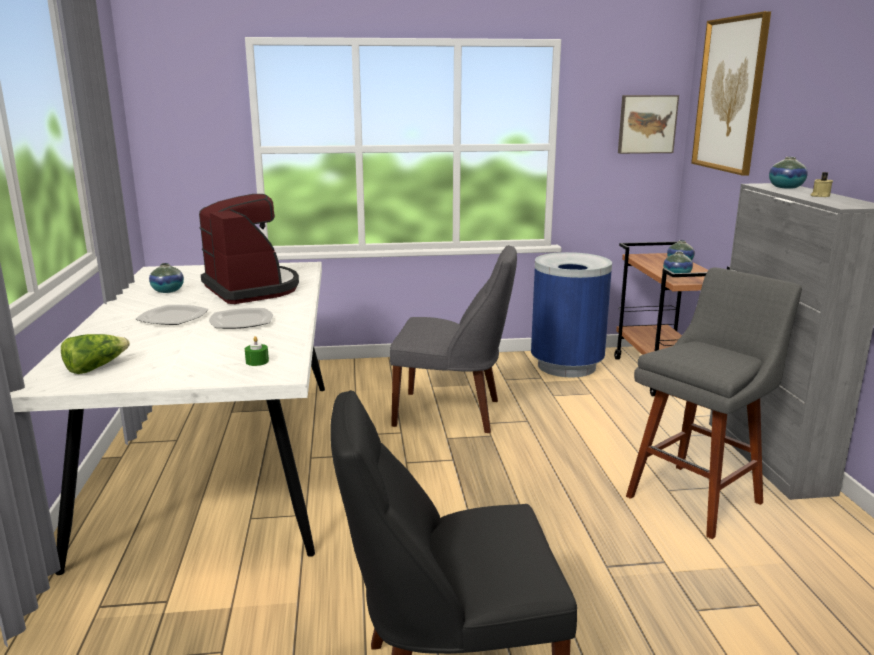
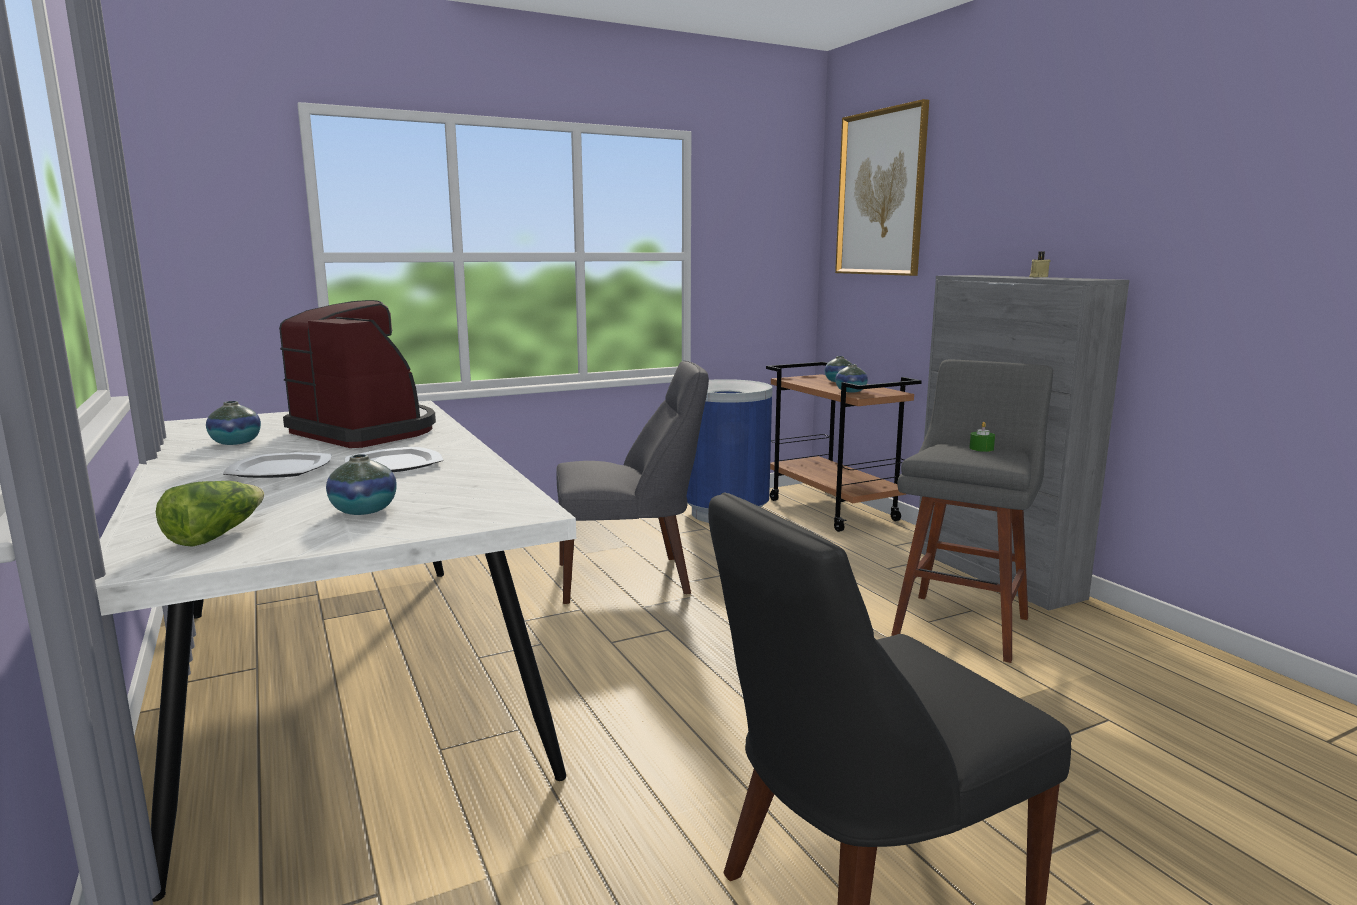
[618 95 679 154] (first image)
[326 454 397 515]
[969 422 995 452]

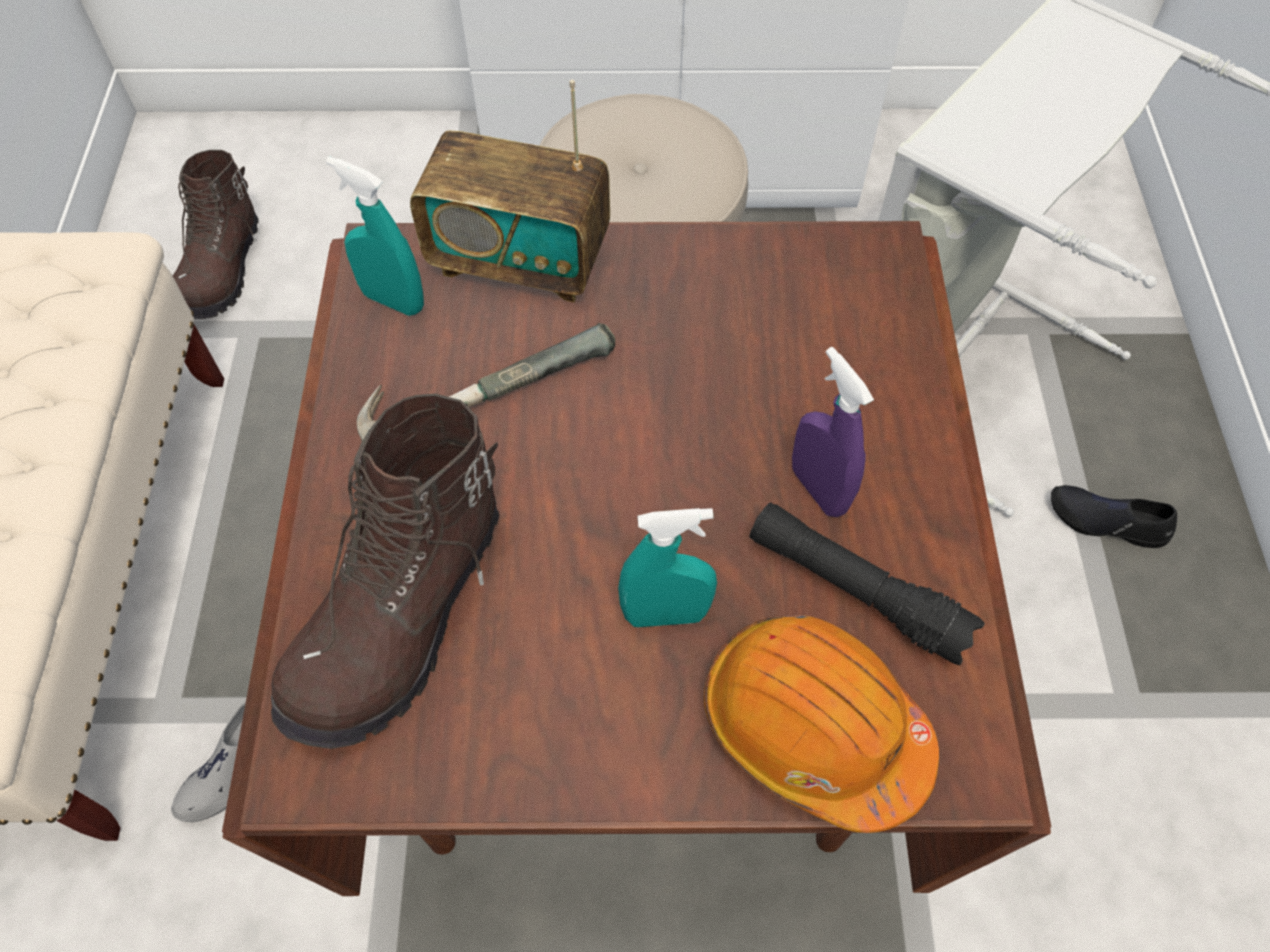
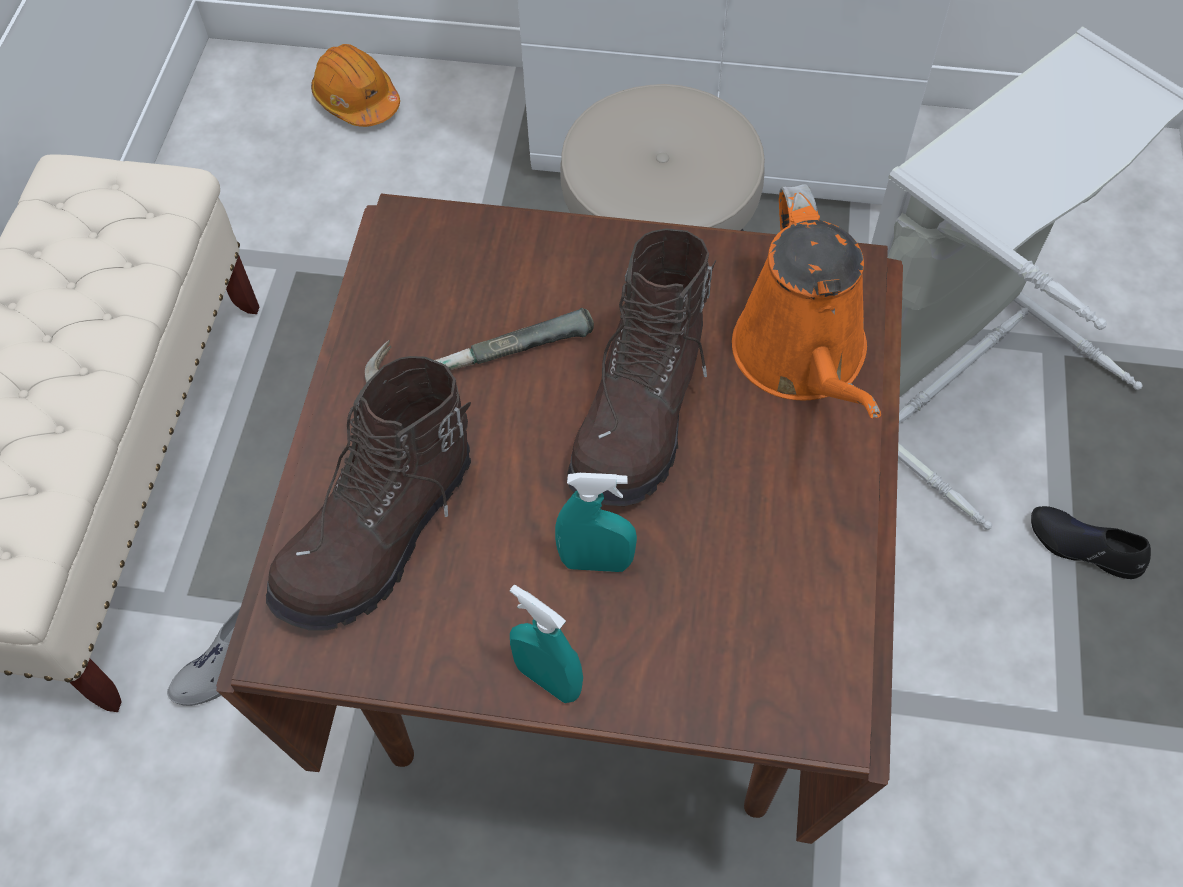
[410 80 610 302] (first image)
[567 228 716 506]
[510 585 583 703]
[792 347 874 517] (first image)
[750 502 985 665] (first image)
[311 44 400 127]
[732 184 881 418]

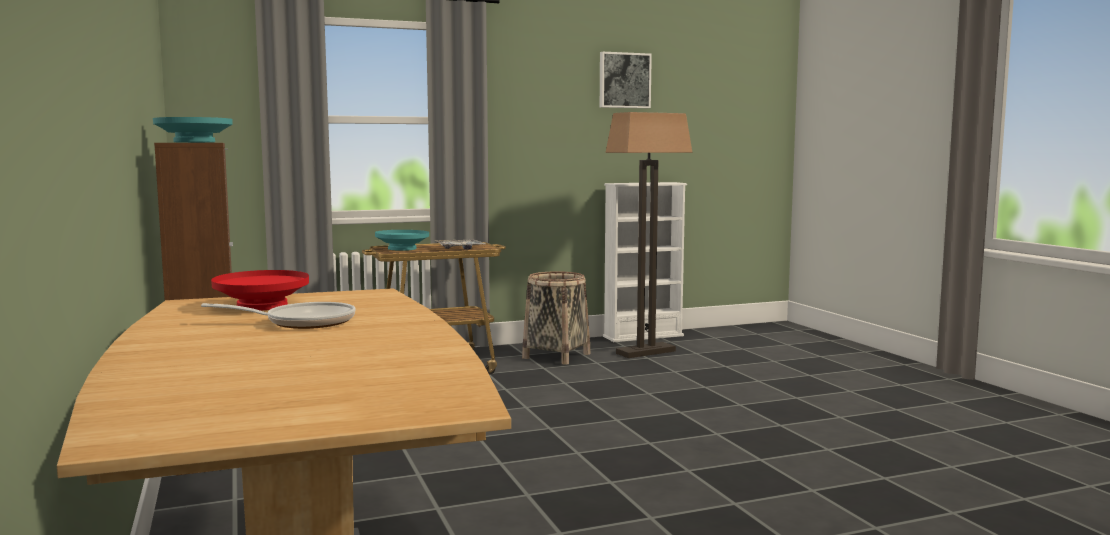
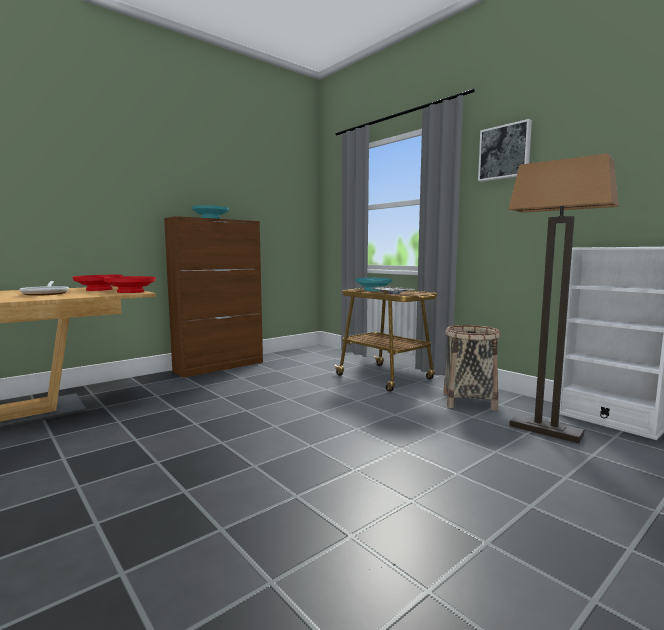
[478 119 532 182]
[104 276 156 293]

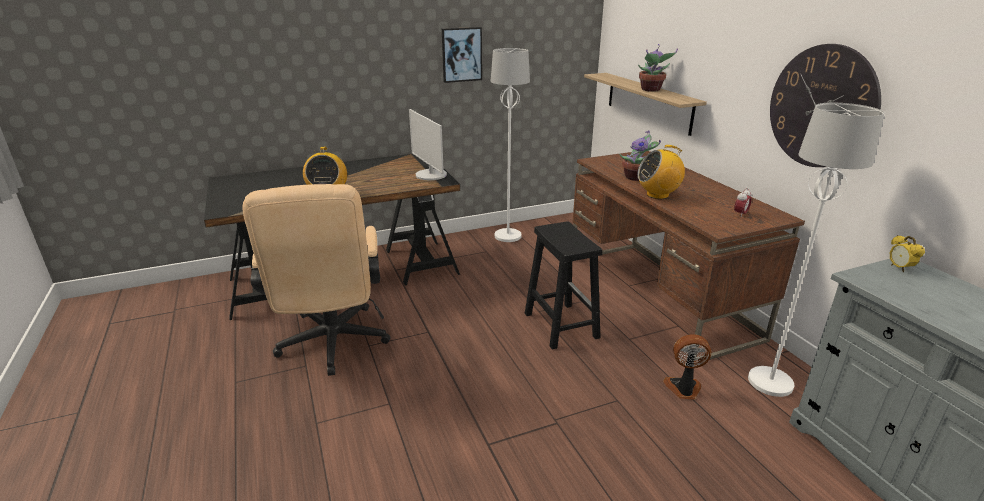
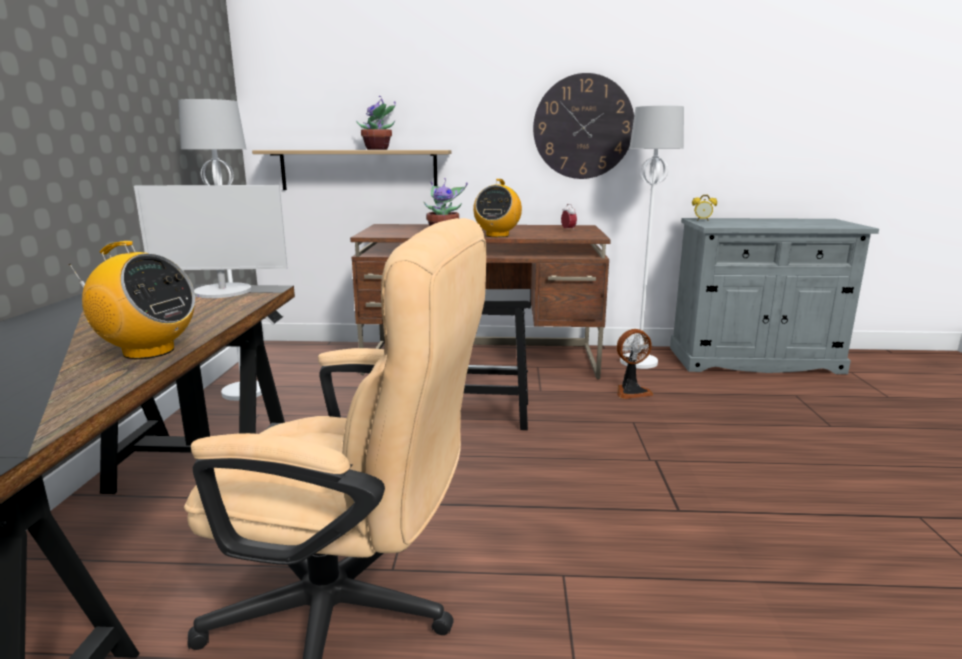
[442 27 482 83] (first image)
[617 329 653 399]

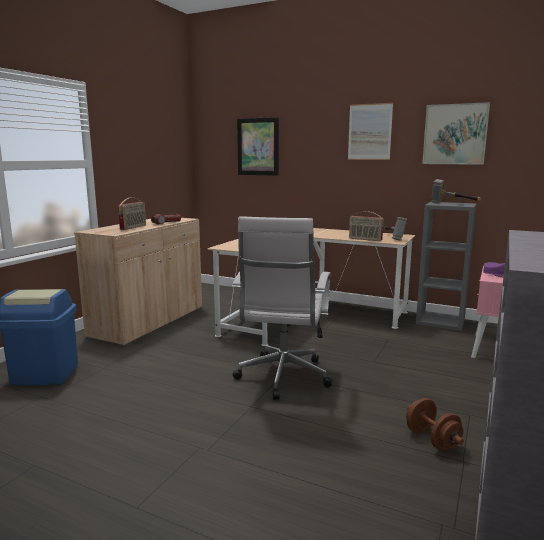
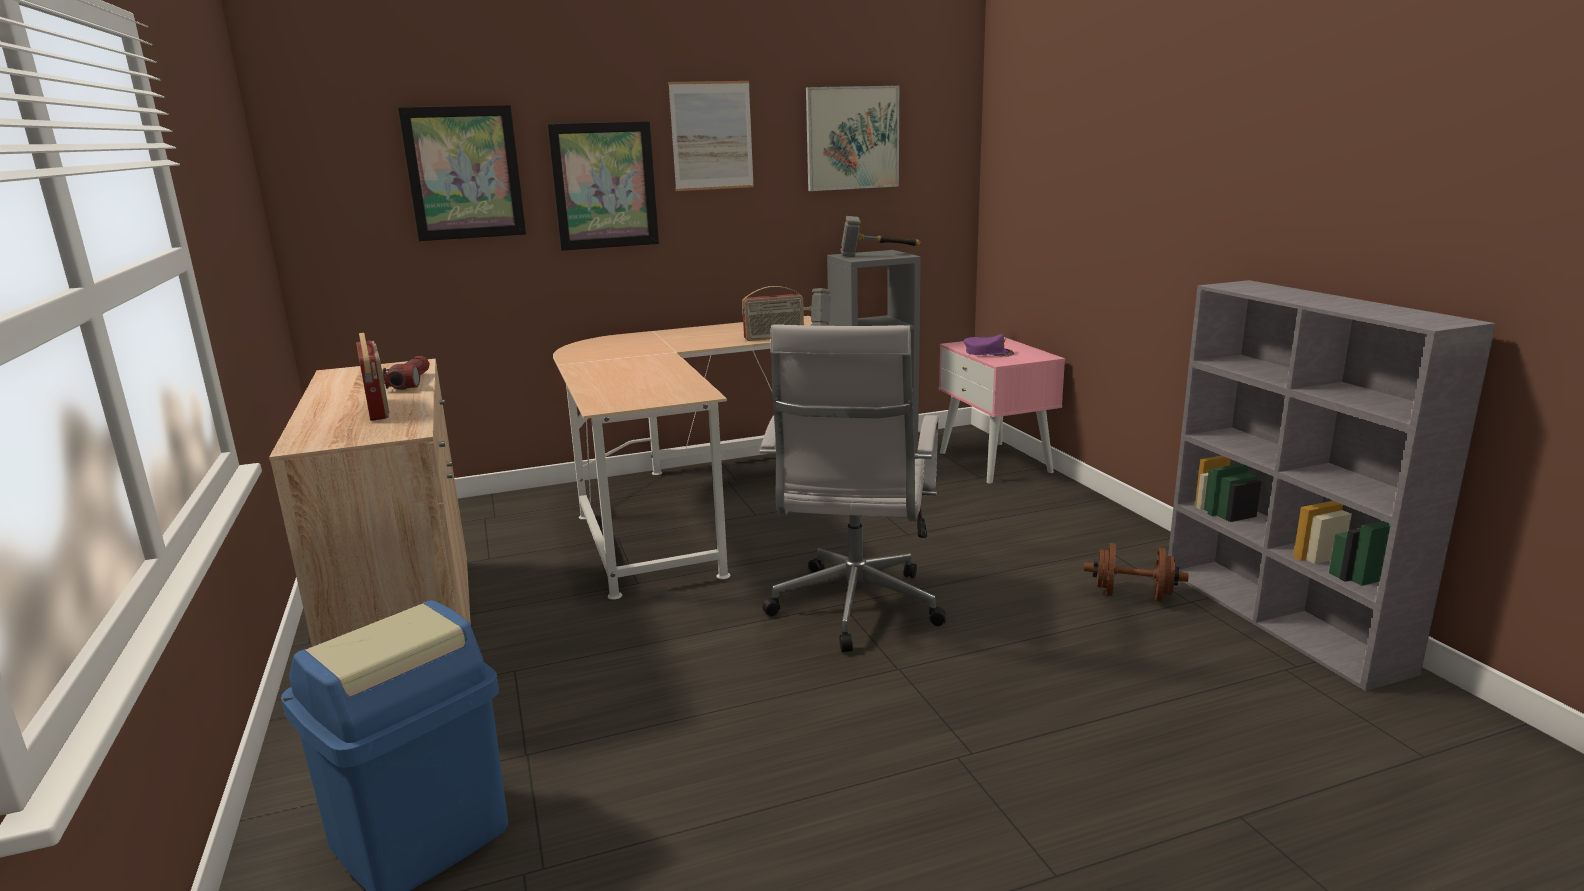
[760 325 946 652]
[547 121 659 251]

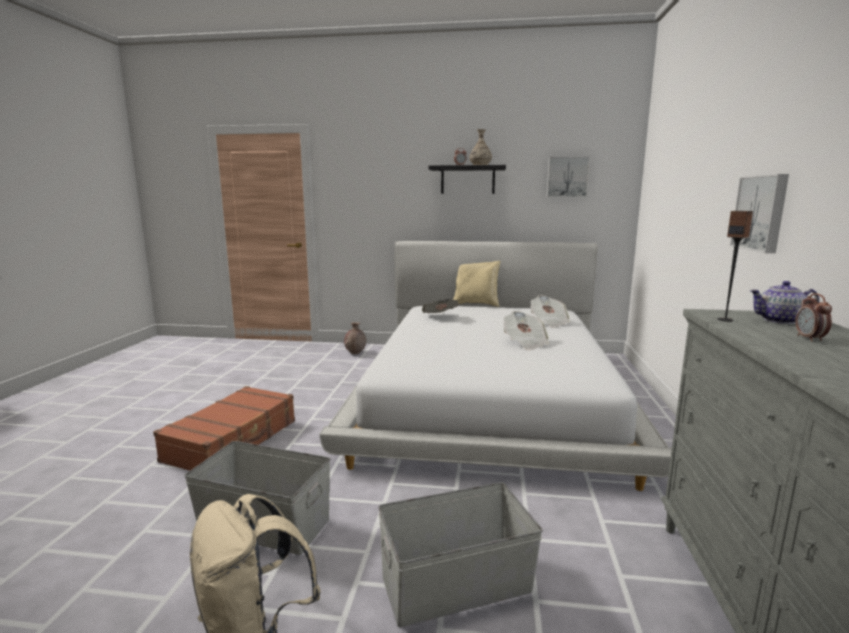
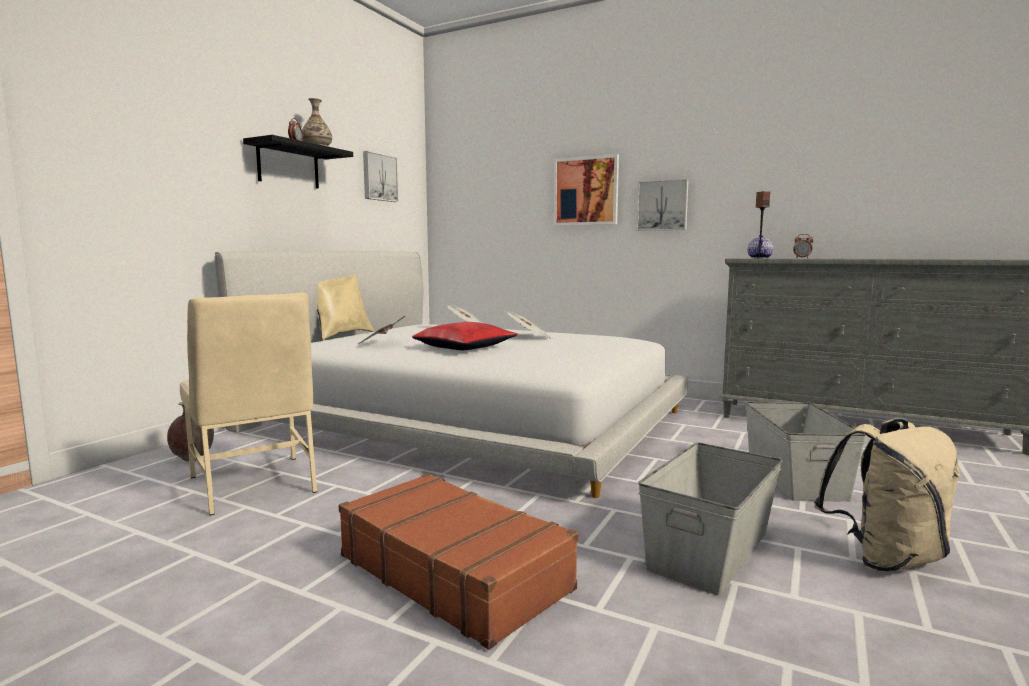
[553 154 619 226]
[180 293 317 515]
[412 322 518 350]

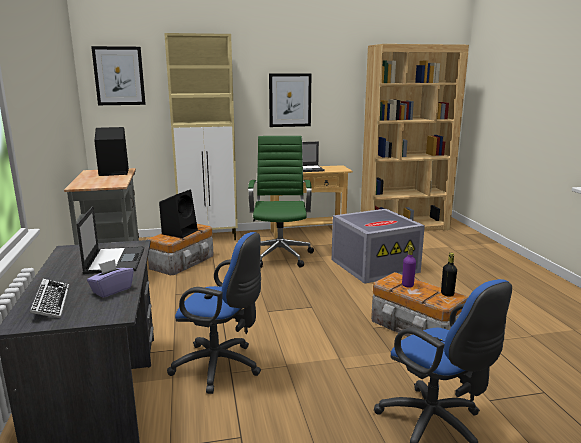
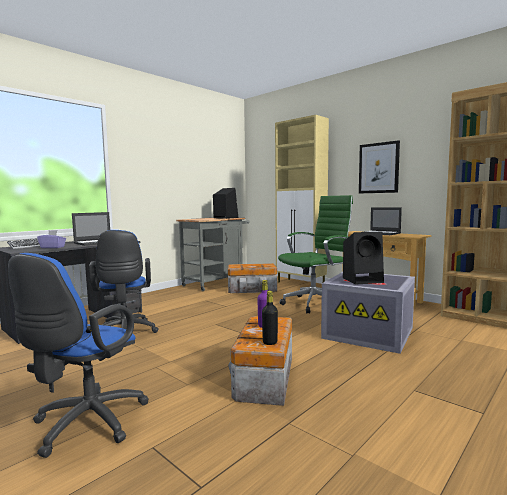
[91 46 146 105] (first image)
[343 232 384 284]

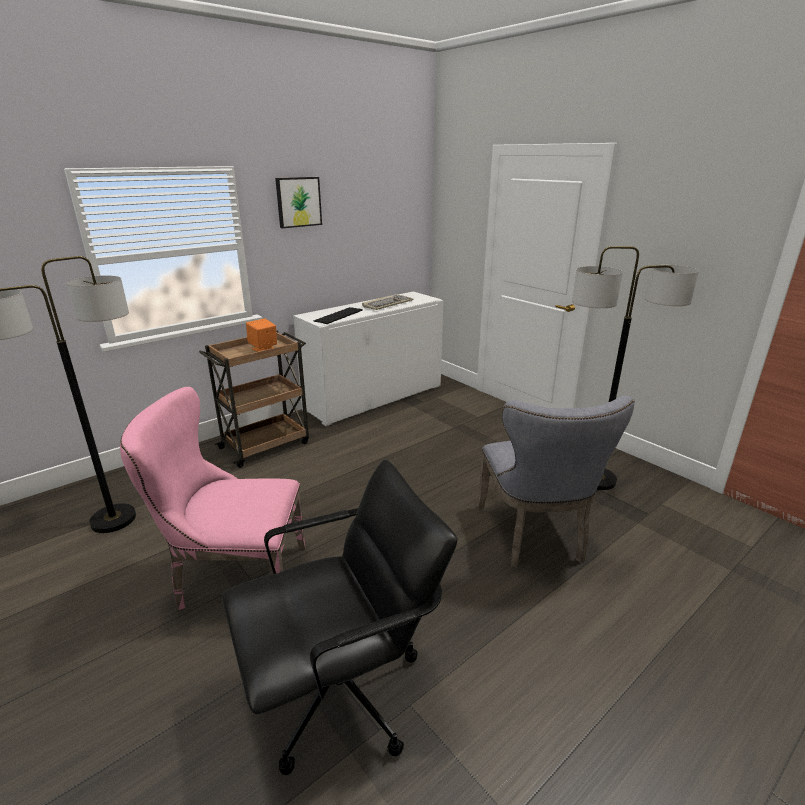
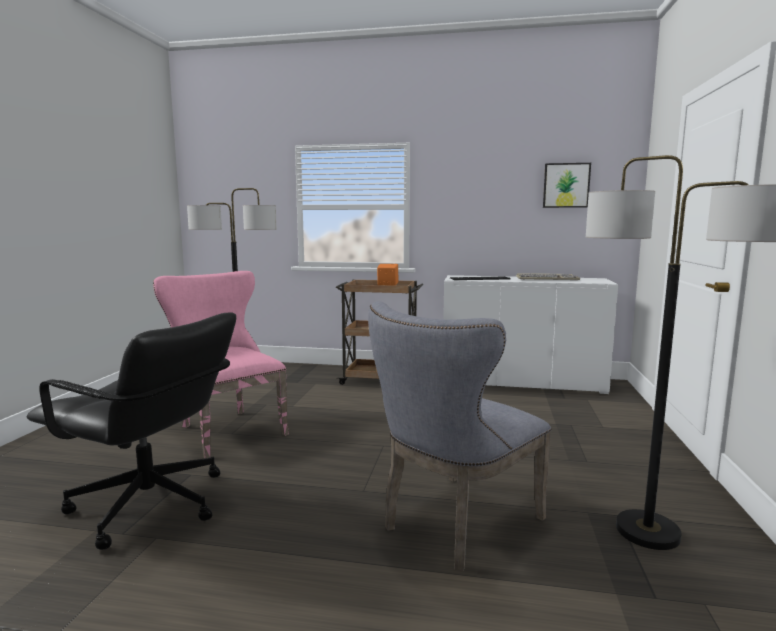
[543 163 591 208]

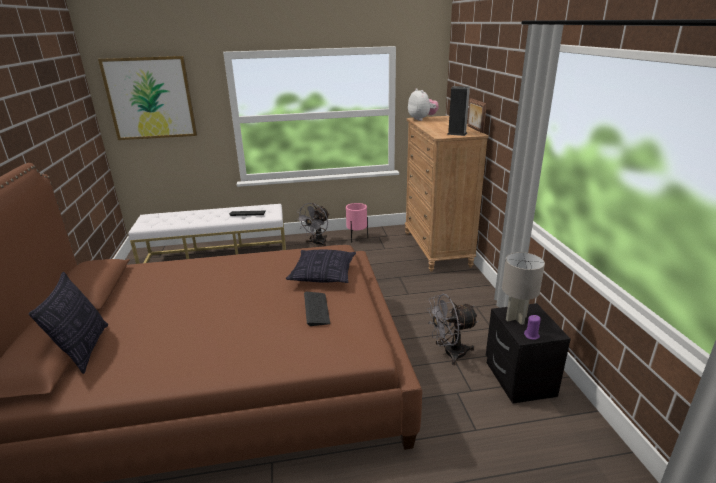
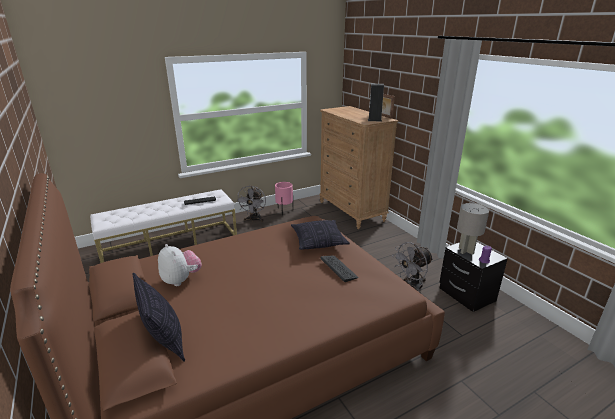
[98 56 197 140] (first image)
[158 244 202 286]

